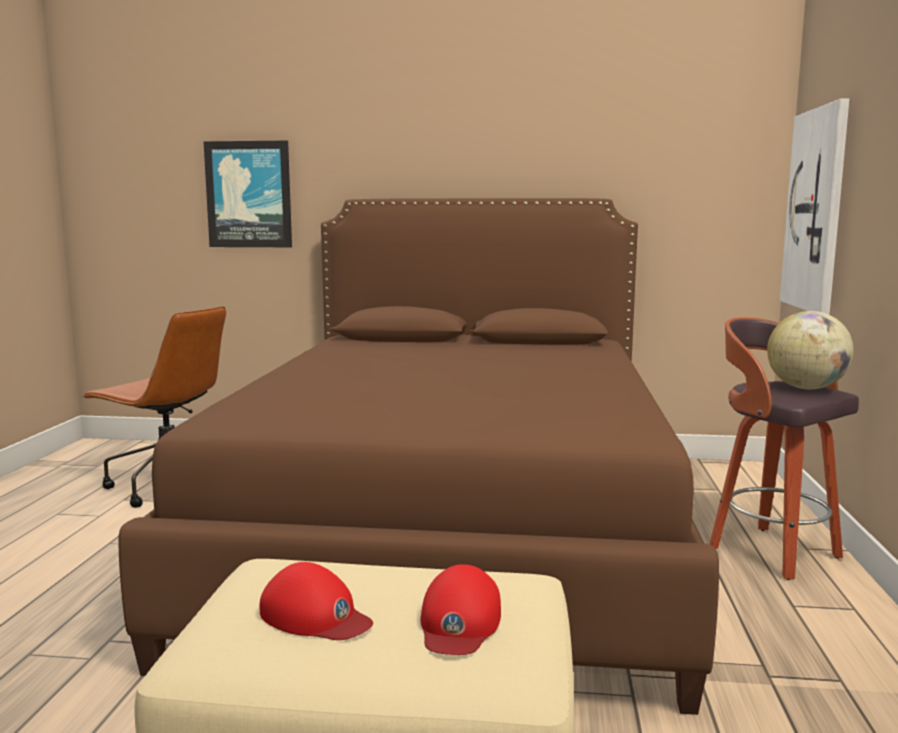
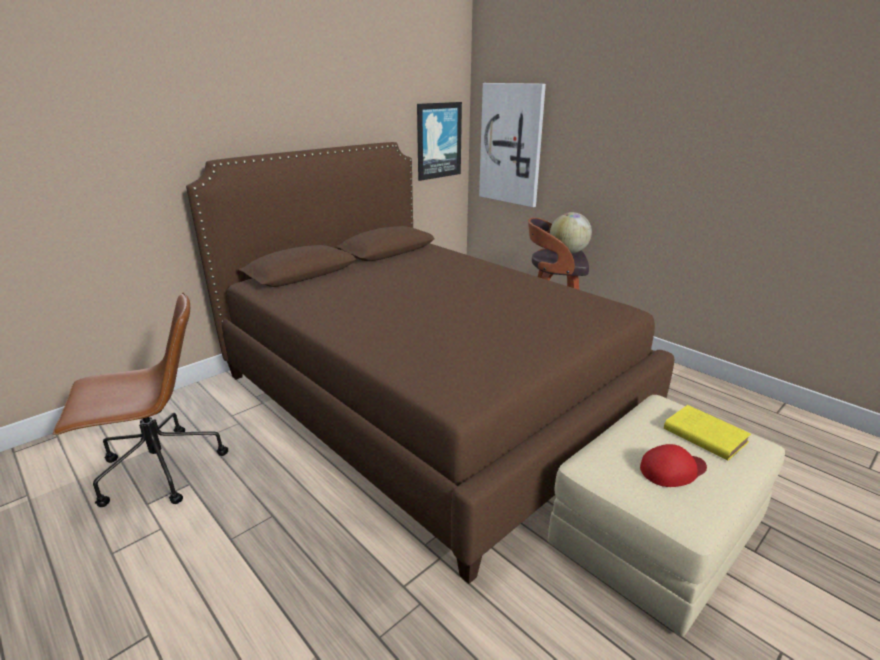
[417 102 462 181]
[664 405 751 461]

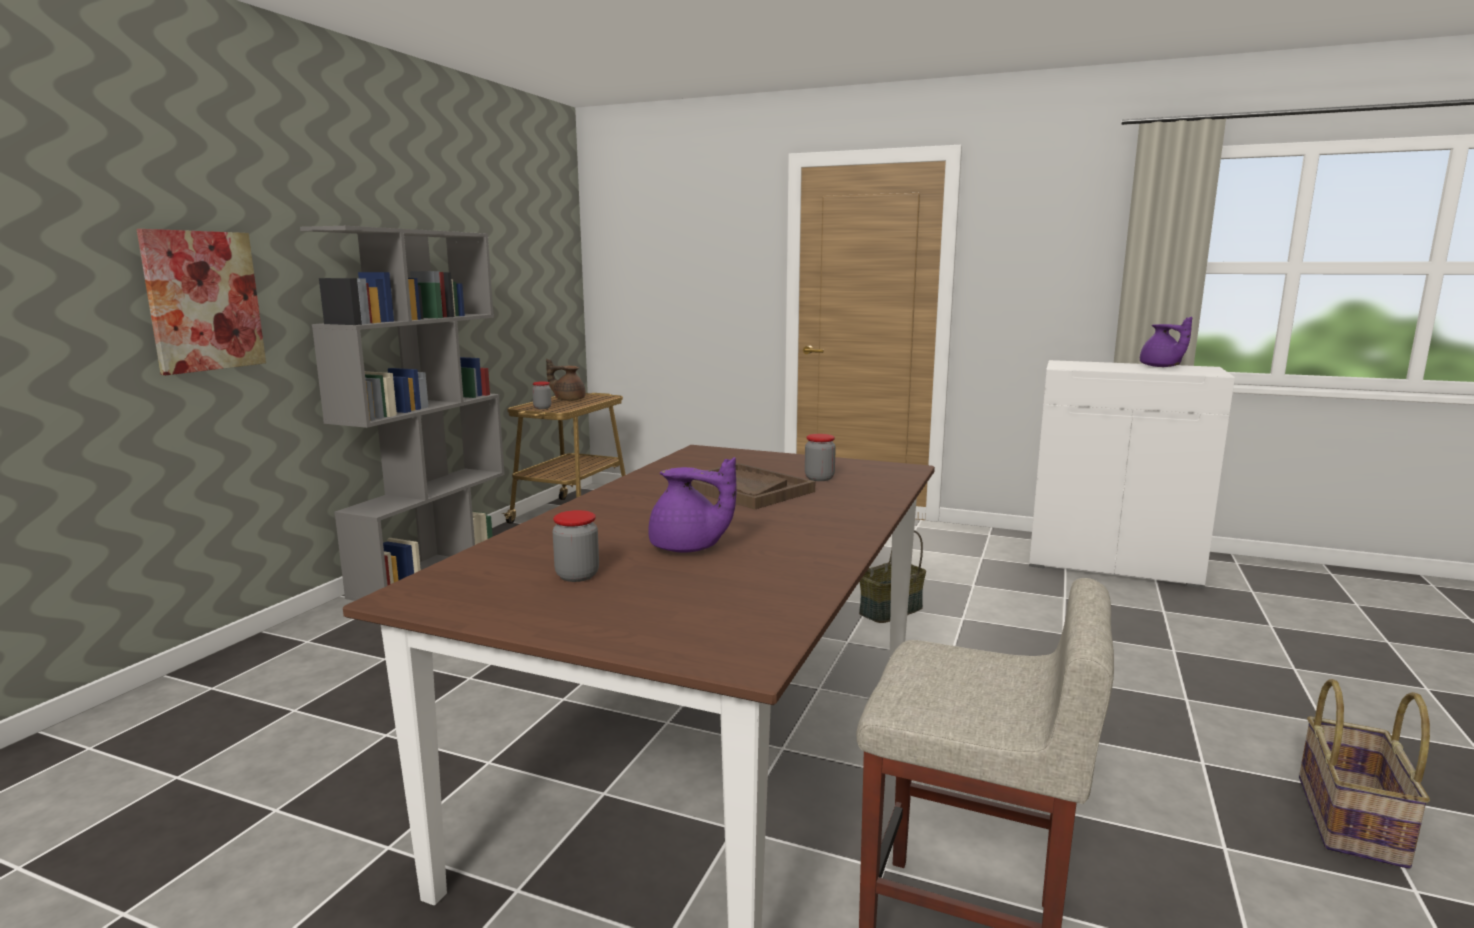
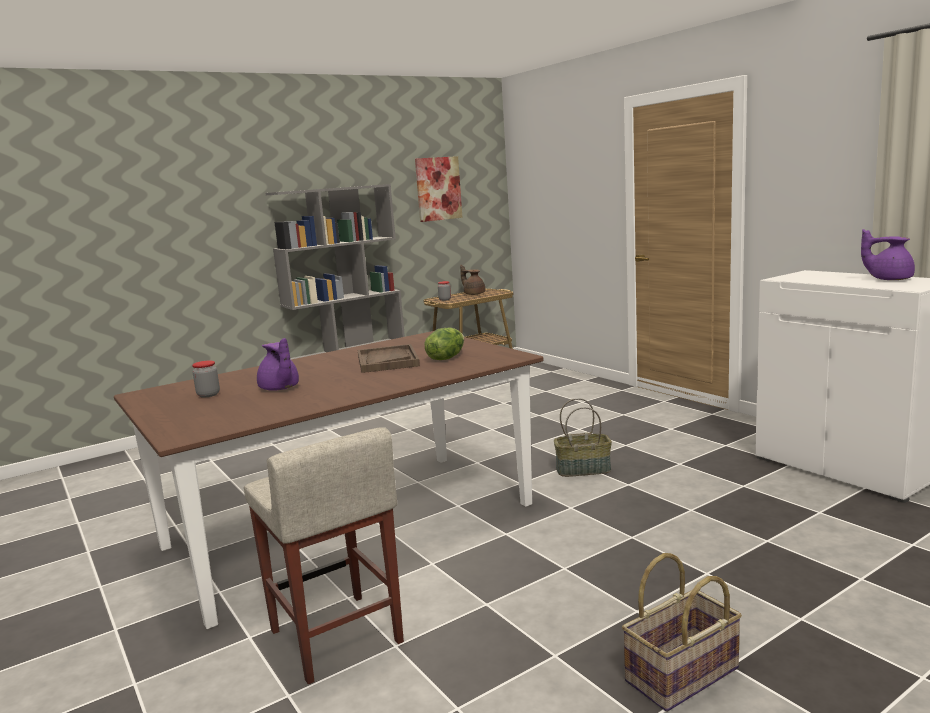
[415 156 462 222]
[861 229 915 280]
[425 328 464 360]

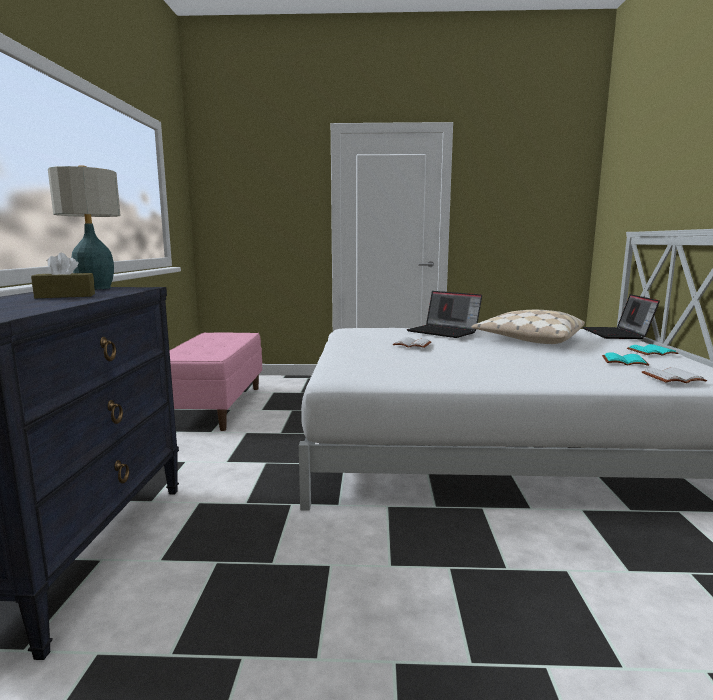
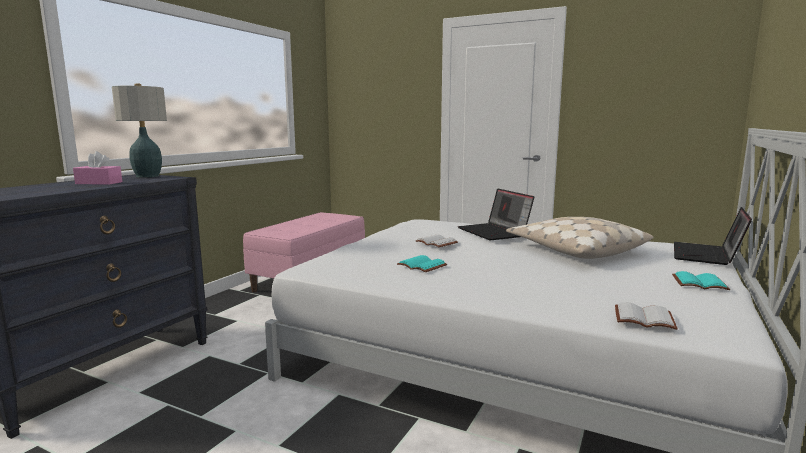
[73 151 122 185]
[397 255 447 272]

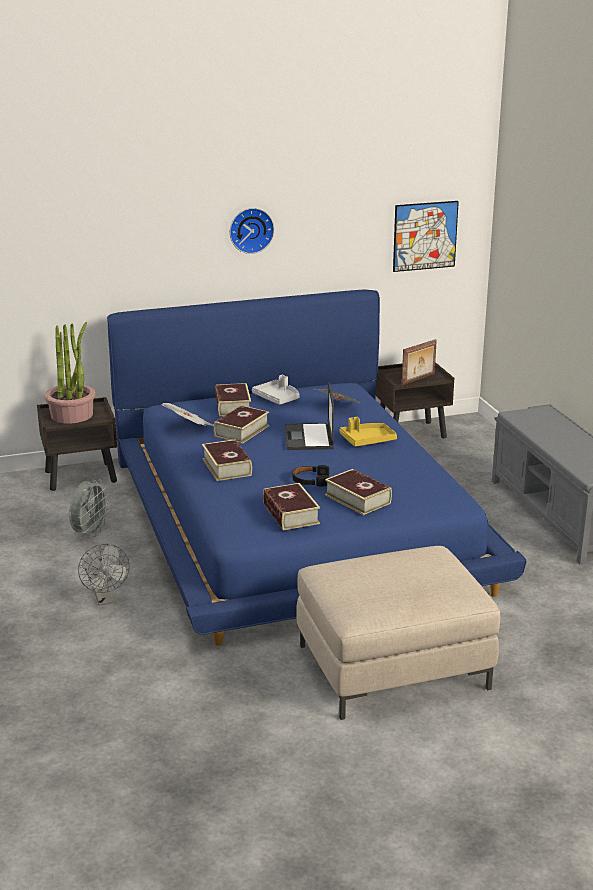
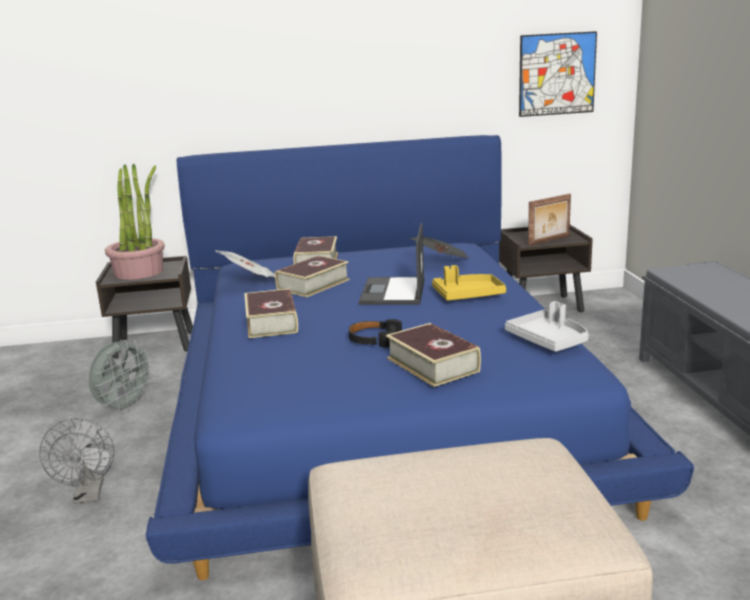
[230 208 274 254] (first image)
[505 301 589 352]
[263 483 320 530] (first image)

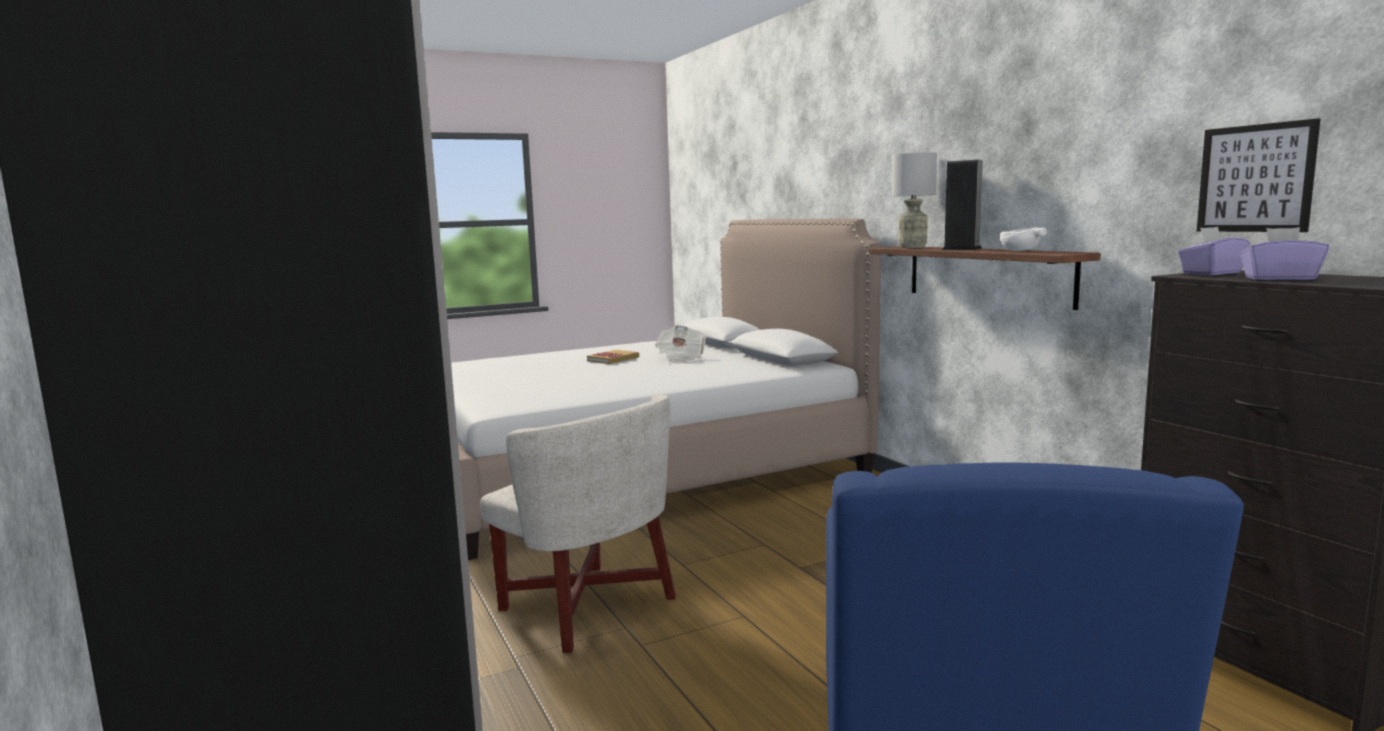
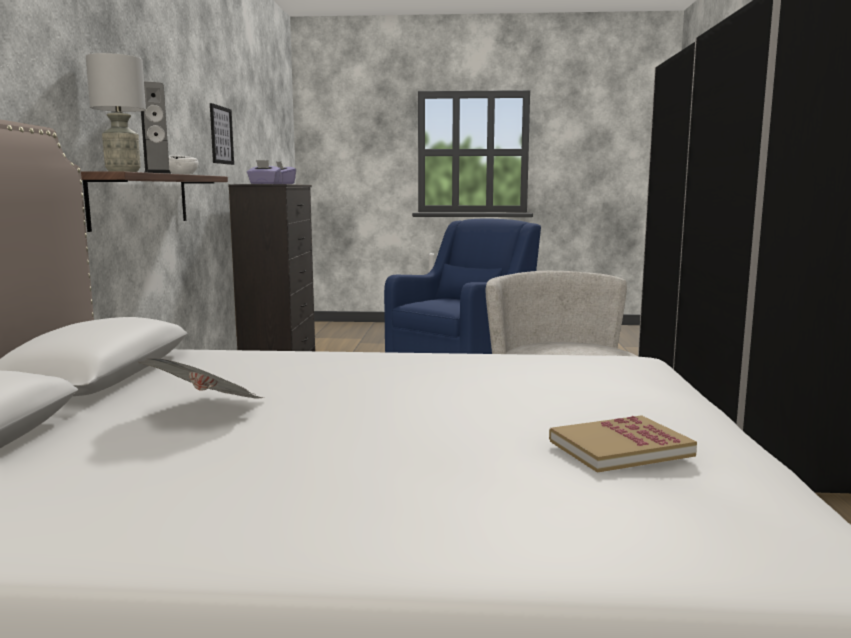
[549 415 697 473]

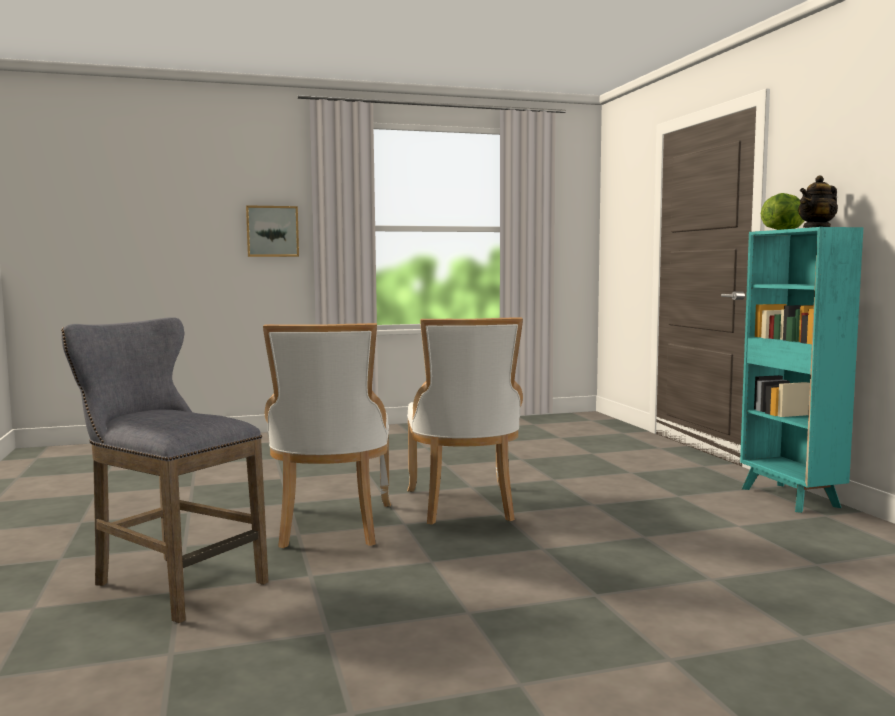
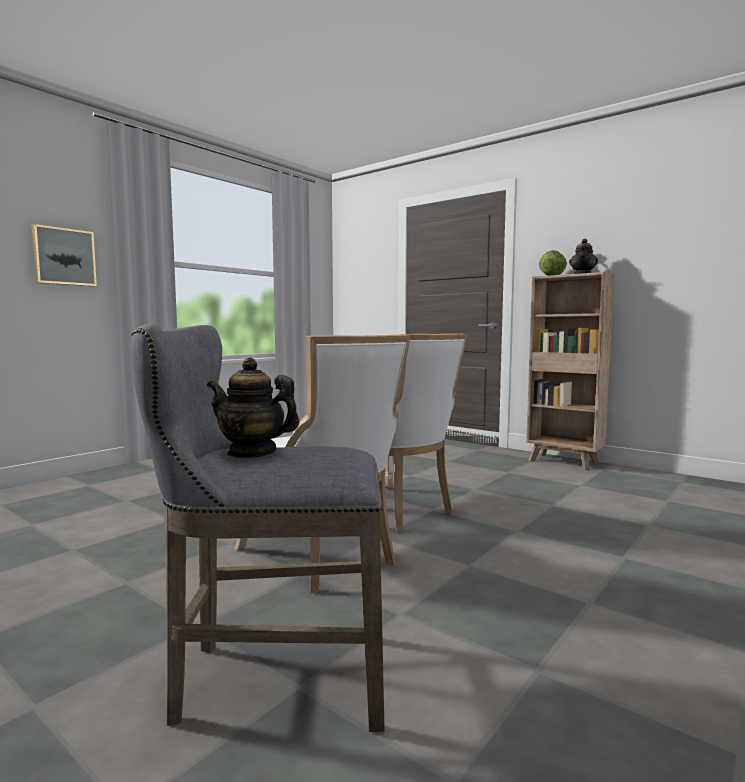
[526 272 614 470]
[207 357 300 458]

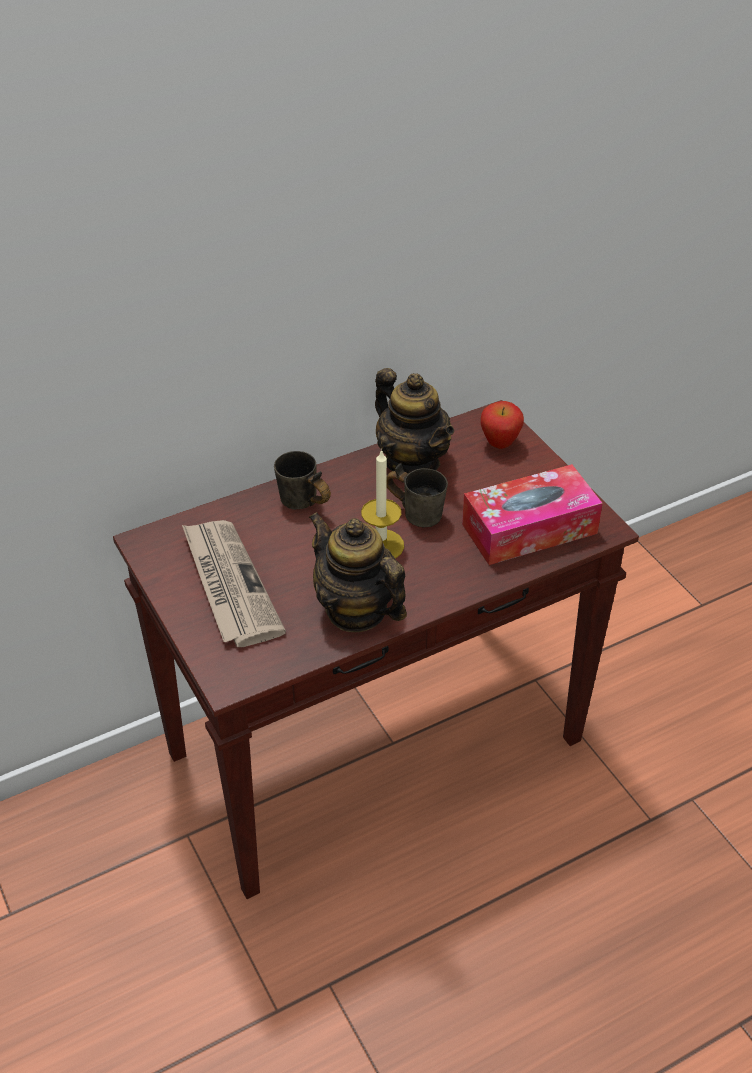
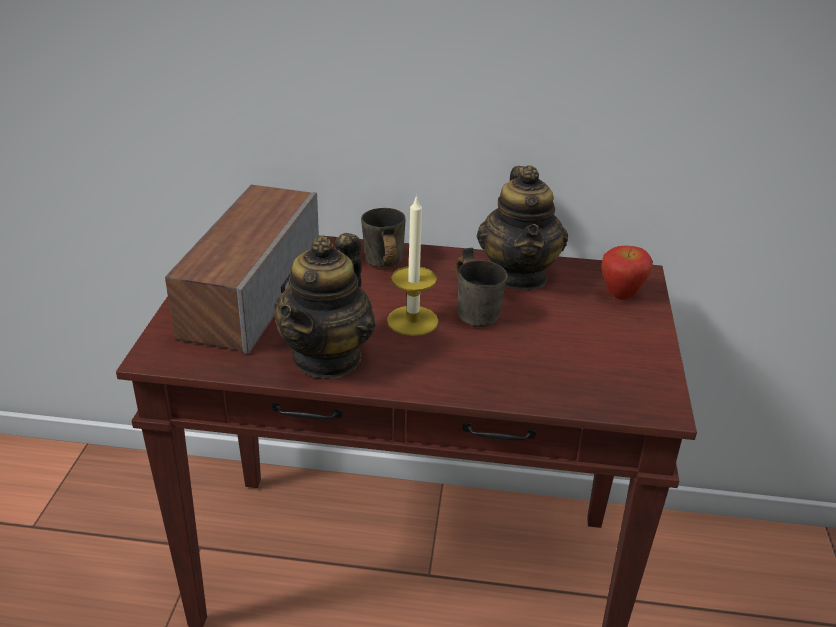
[462 464 603 565] (first image)
[274 233 376 378]
[165 185 319 354]

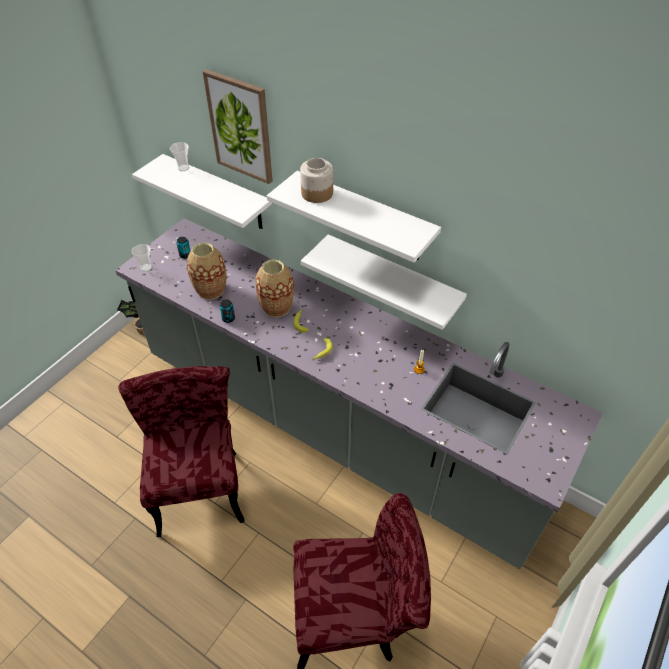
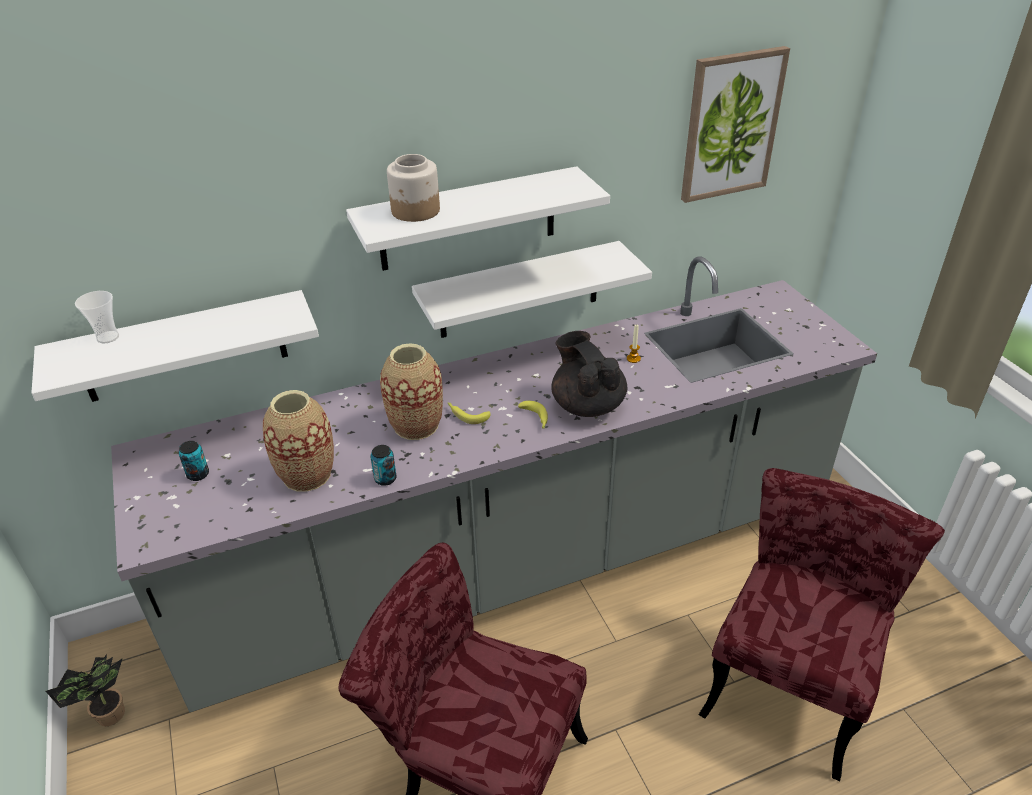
[681 46 790 203]
[132 244 152 271] (first image)
[551 331 627 417]

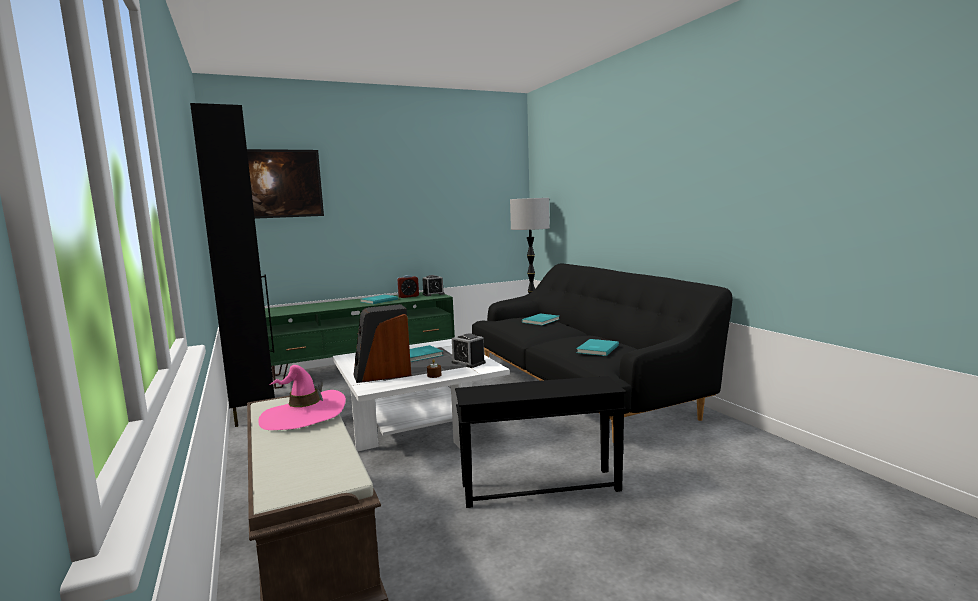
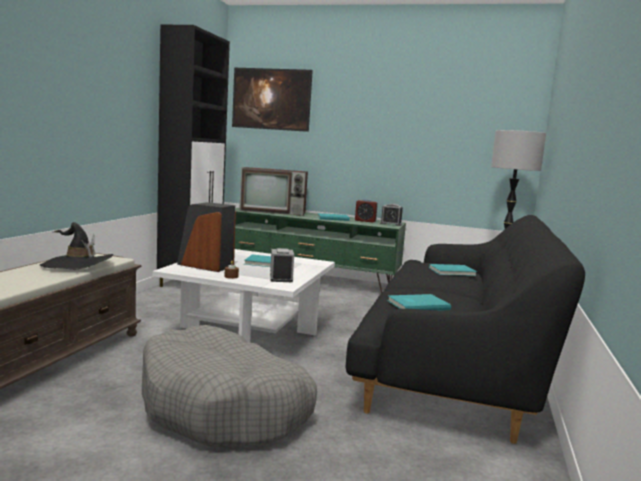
[40 222 113 269]
[142 325 317 447]
[239 167 308 216]

